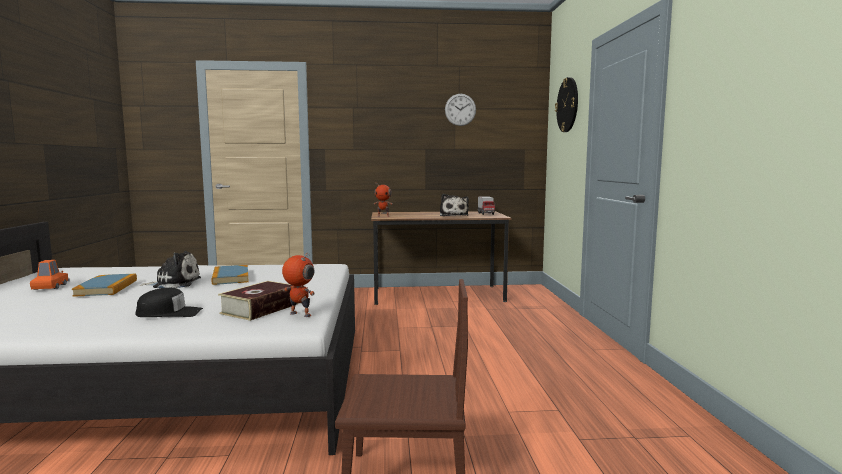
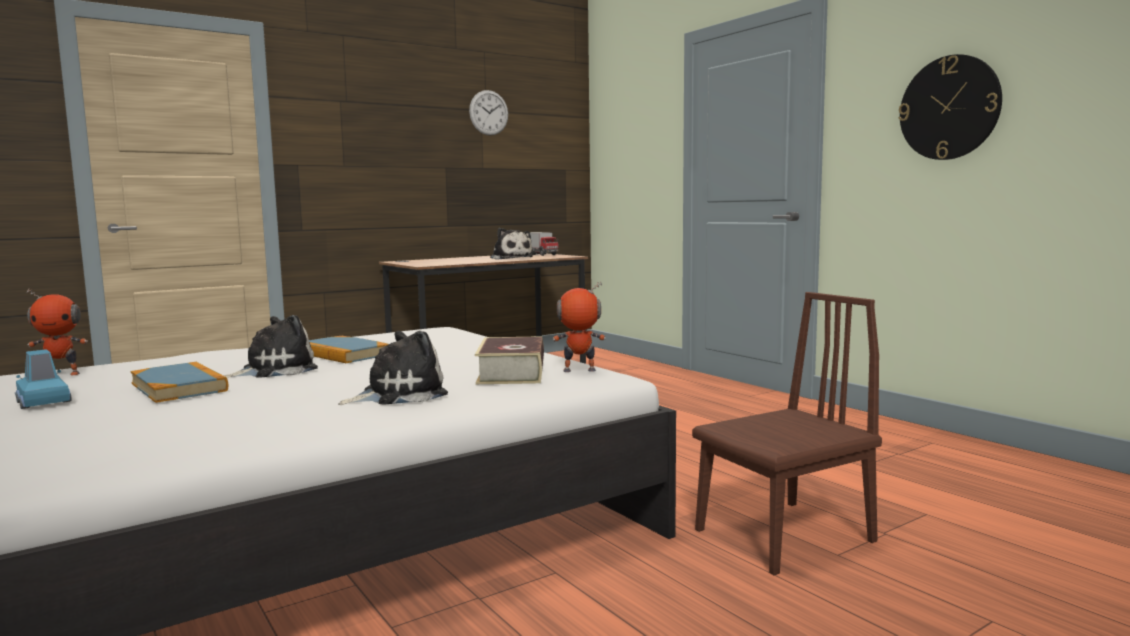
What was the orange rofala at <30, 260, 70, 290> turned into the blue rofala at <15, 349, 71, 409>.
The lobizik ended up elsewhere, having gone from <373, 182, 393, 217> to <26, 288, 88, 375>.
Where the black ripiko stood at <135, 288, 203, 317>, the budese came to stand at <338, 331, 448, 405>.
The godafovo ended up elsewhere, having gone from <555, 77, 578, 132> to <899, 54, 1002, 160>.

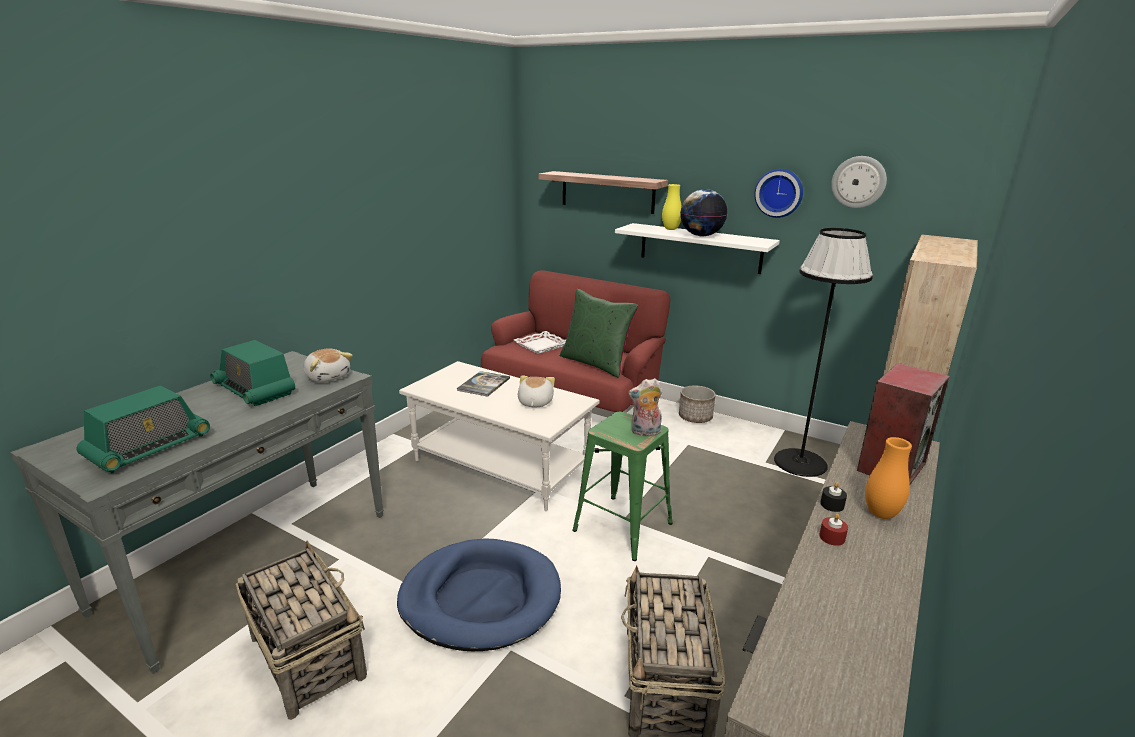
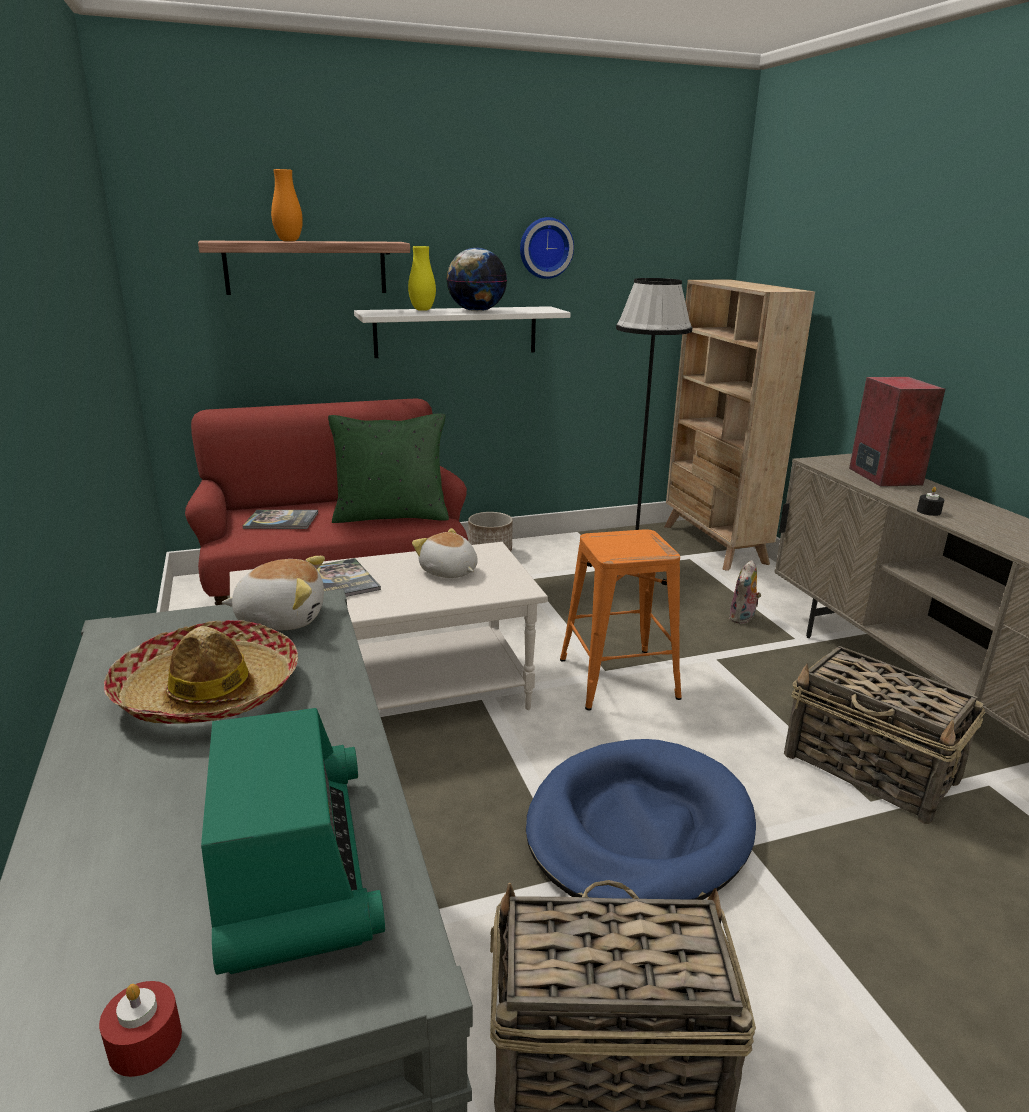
The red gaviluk ended up elsewhere, having gone from <819, 514, 848, 546> to <99, 981, 182, 1077>.
Where the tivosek stood at <210, 340, 295, 406>, the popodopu came to stand at <104, 620, 298, 724>.
Where the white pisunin stood at <514, 331, 566, 354>, the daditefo came to stand at <242, 510, 318, 529>.
The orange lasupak ended up elsewhere, having gone from <865, 437, 912, 519> to <271, 169, 303, 241>.
What was the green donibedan at <572, 412, 673, 561> turned into the orange donibedan at <560, 529, 682, 710>.
The budese ended up elsewhere, having gone from <628, 378, 662, 436> to <729, 560, 761, 624>.
The second view lost the godafovo at <831, 156, 887, 208>.

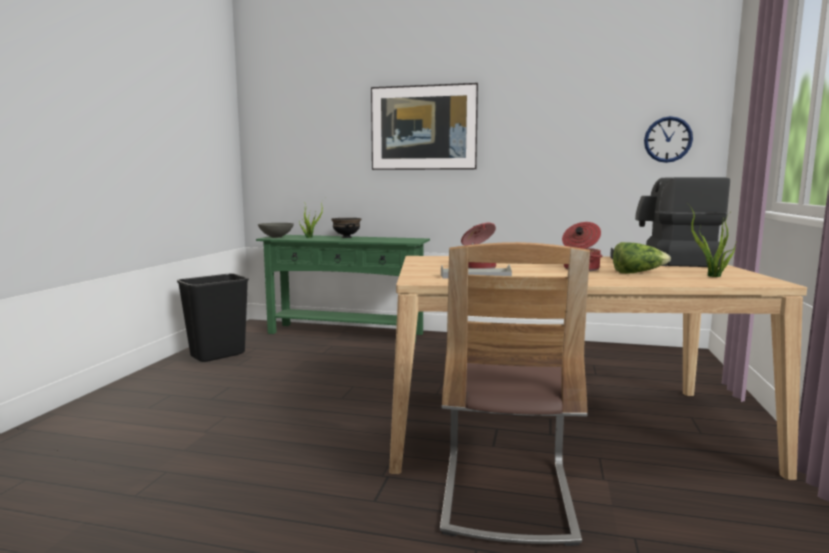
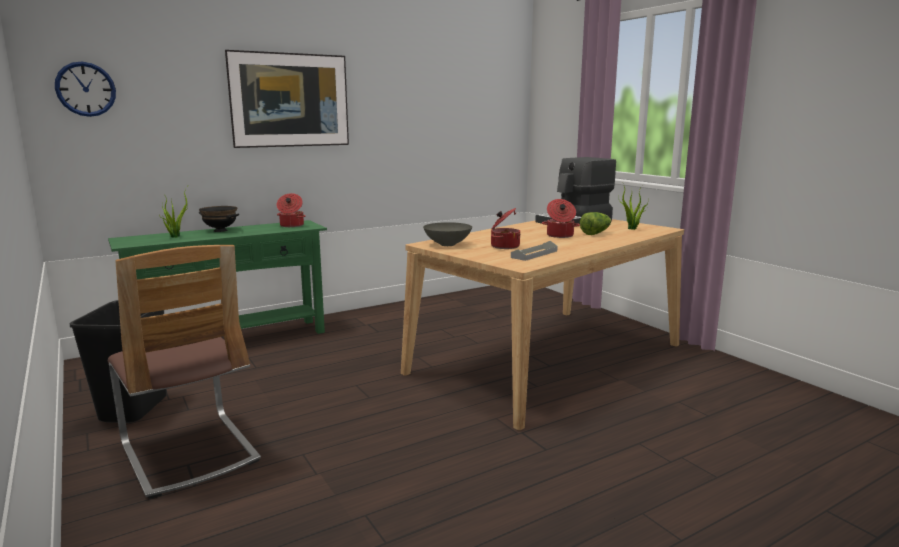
The godafovo ended up elsewhere, having gone from <644, 116, 693, 163> to <55, 61, 116, 117>.
The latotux ended up elsewhere, having gone from <440, 242, 590, 546> to <108, 245, 261, 499>.
The second view gained the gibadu at <277, 193, 306, 227>.
The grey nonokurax ended up elsewhere, having gone from <258, 223, 294, 238> to <423, 222, 472, 246>.

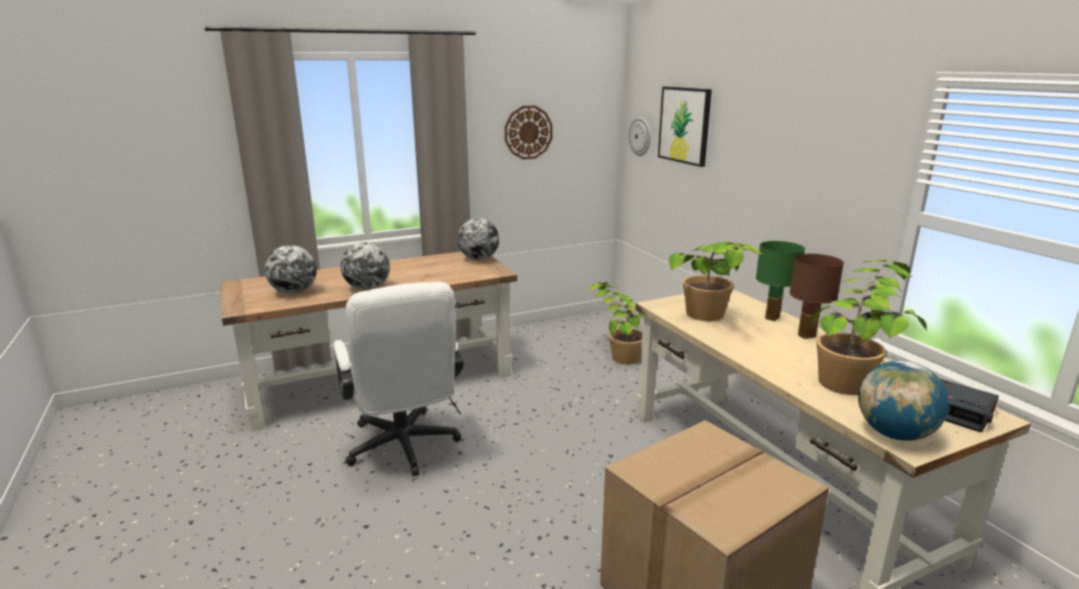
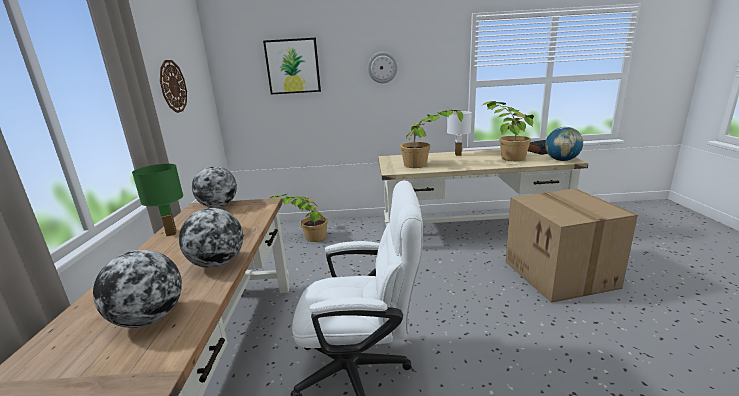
The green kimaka ended up elsewhere, having gone from <756, 241, 805, 321> to <132, 164, 183, 236>.
The godafovo ended up elsewhere, having gone from <629, 117, 651, 156> to <368, 52, 398, 83>.
What was the brown kimaka at <790, 254, 844, 339> turned into the white kimaka at <447, 111, 472, 156>.

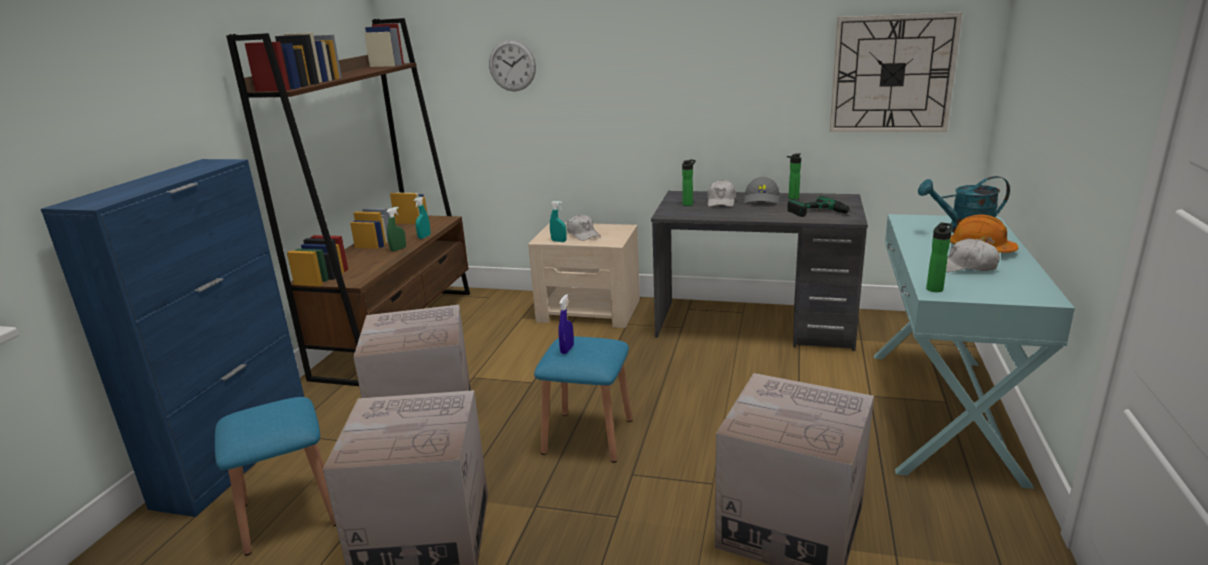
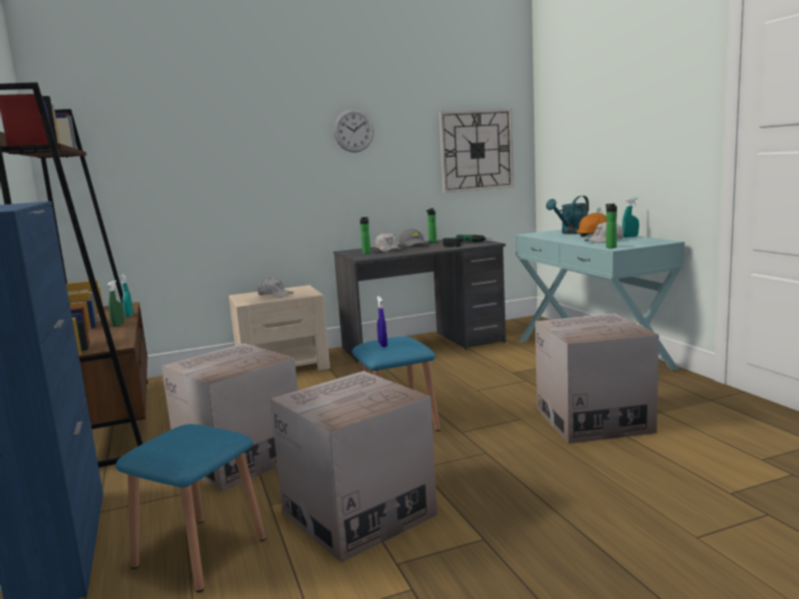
The godafovo ended up elsewhere, having gone from <489, 40, 536, 91> to <334, 109, 374, 152>.
The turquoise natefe ended up elsewhere, having gone from <550, 201, 567, 242> to <622, 197, 639, 238>.

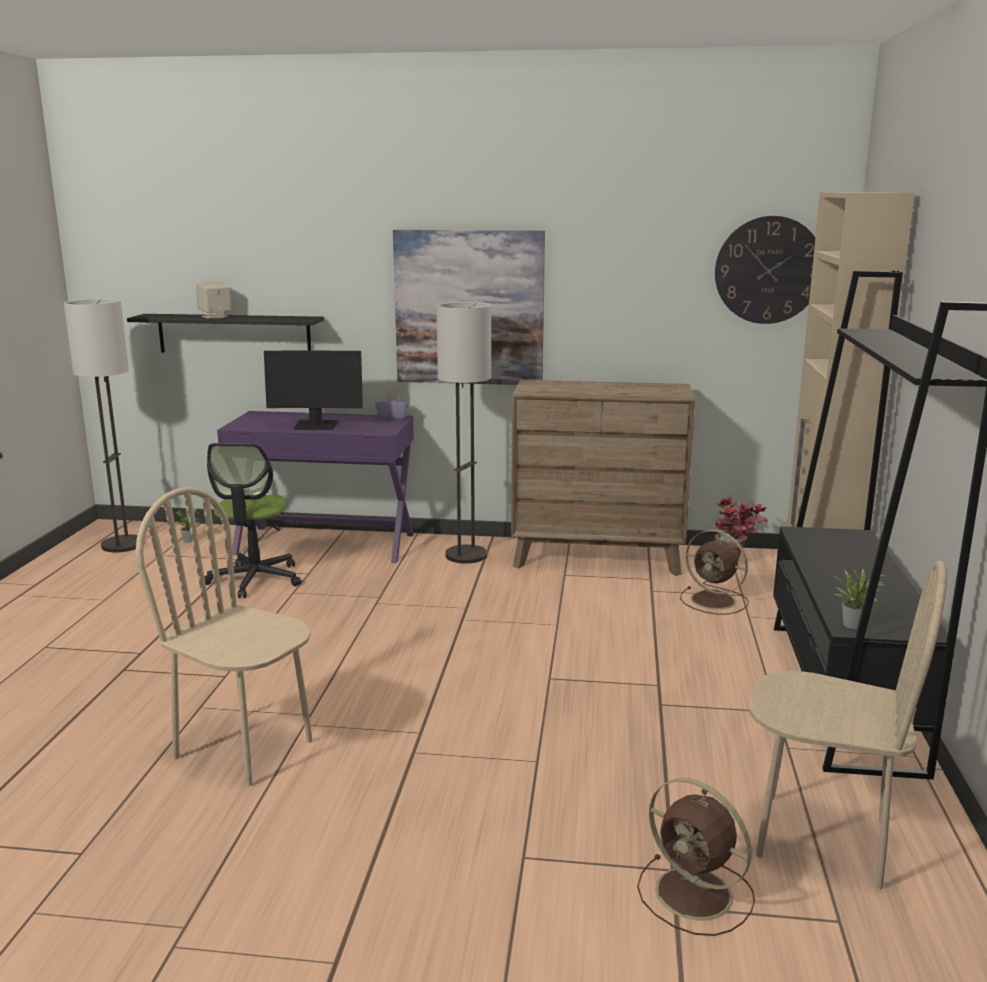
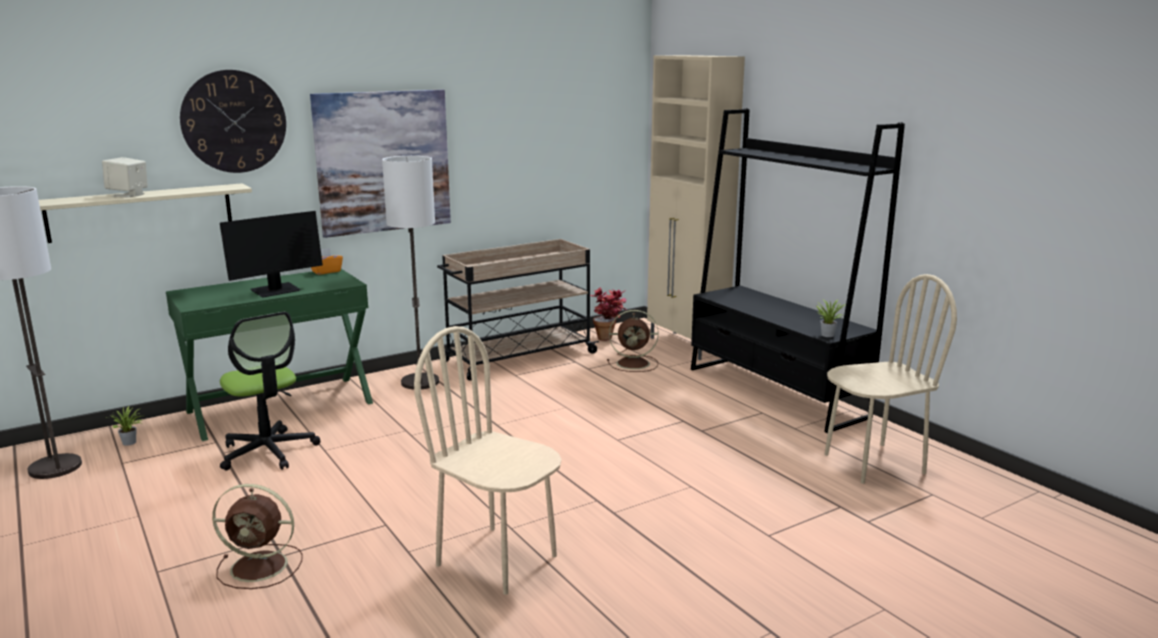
What was the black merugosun at <127, 314, 324, 353> turned into the beige merugosun at <39, 183, 252, 243>.
What was the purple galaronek at <217, 411, 414, 563> turned into the green galaronek at <166, 269, 373, 441>.
The godafovo ended up elsewhere, having gone from <715, 216, 815, 324> to <180, 70, 286, 173>.
The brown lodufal ended up elsewhere, having gone from <637, 778, 755, 936> to <212, 484, 303, 589>.
What was the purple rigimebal at <375, 393, 409, 419> turned into the orange rigimebal at <311, 248, 343, 275>.
The beige latotux at <136, 487, 313, 786> ended up facing another way, 45 degrees clockwise from before.
Where the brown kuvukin stood at <511, 380, 695, 576>, the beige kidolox came to stand at <437, 239, 599, 381>.

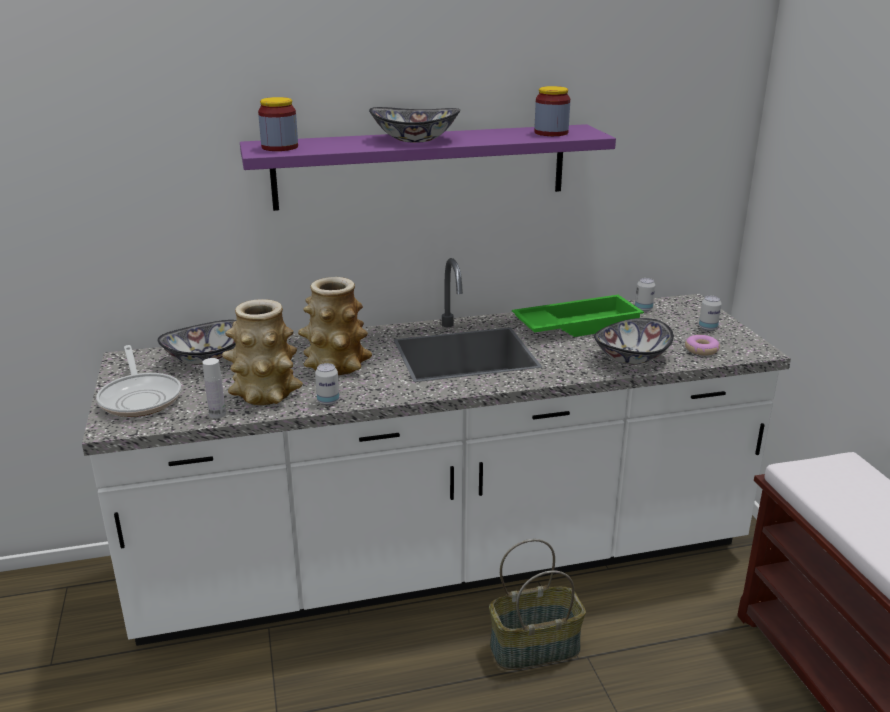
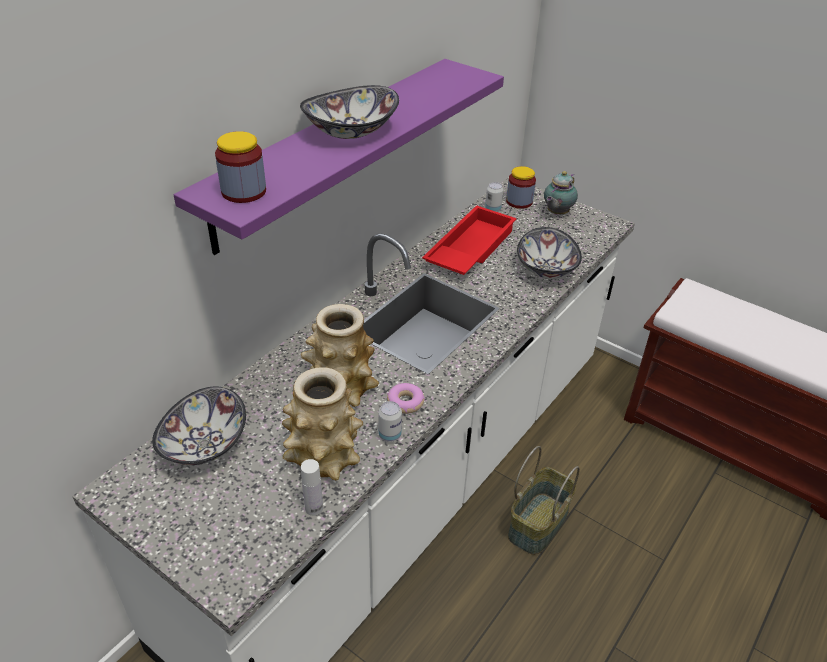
The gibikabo ended up elsewhere, having gone from <685, 335, 720, 356> to <387, 383, 425, 414>.
What was the green pisunin at <512, 295, 644, 337> turned into the red pisunin at <422, 205, 517, 275>.
The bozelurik ended up elsewhere, having gone from <534, 86, 570, 136> to <506, 166, 536, 209>.
Where the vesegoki stood at <699, 296, 721, 331>, the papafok came to stand at <544, 171, 578, 215>.
The second view lost the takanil at <96, 345, 181, 417>.

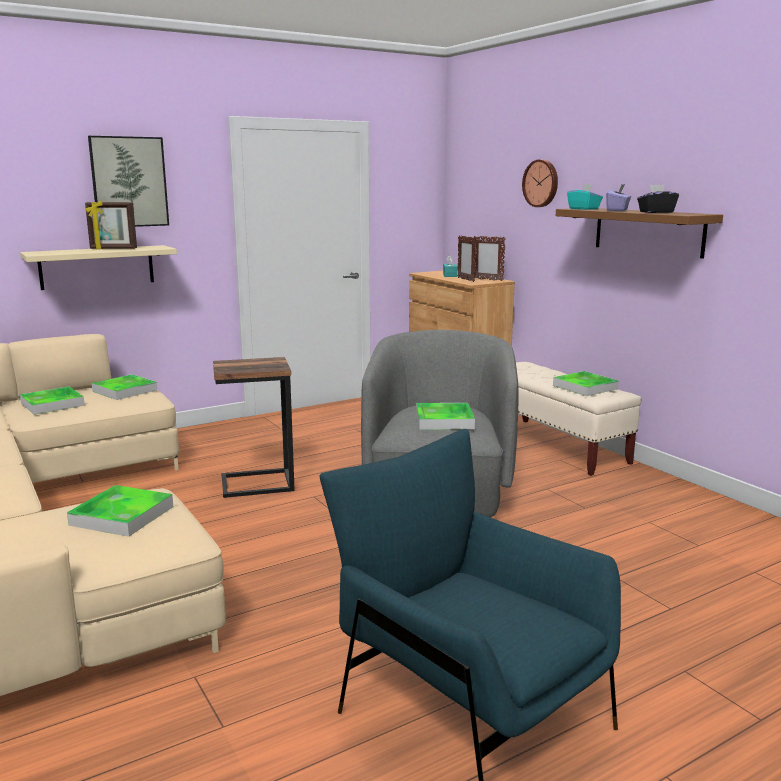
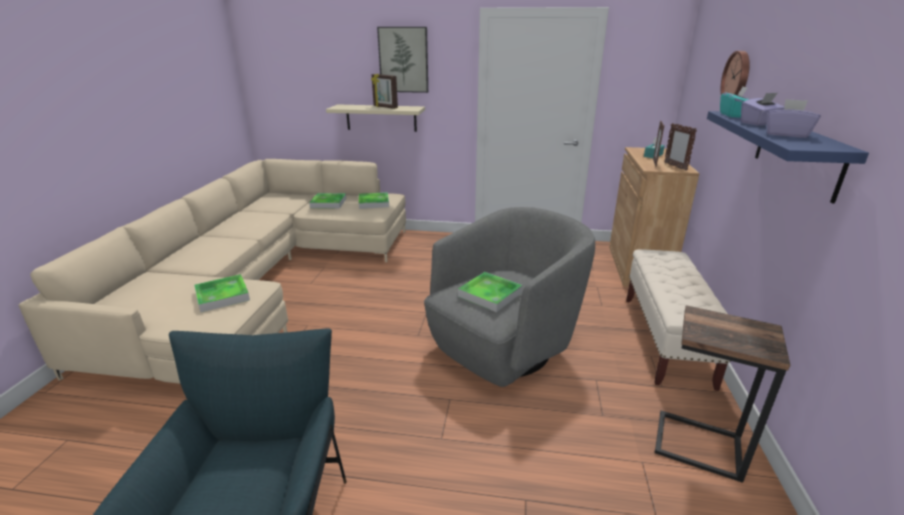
The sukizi ended up elsewhere, having gone from <213, 357, 295, 498> to <655, 305, 790, 483>.
What was the brown merugosun at <556, 208, 723, 258> turned into the blue merugosun at <707, 111, 869, 204>.
What was the black rigimebal at <637, 185, 679, 213> turned into the purple rigimebal at <766, 99, 821, 138>.
The second view lost the pisunin at <553, 371, 619, 396>.

